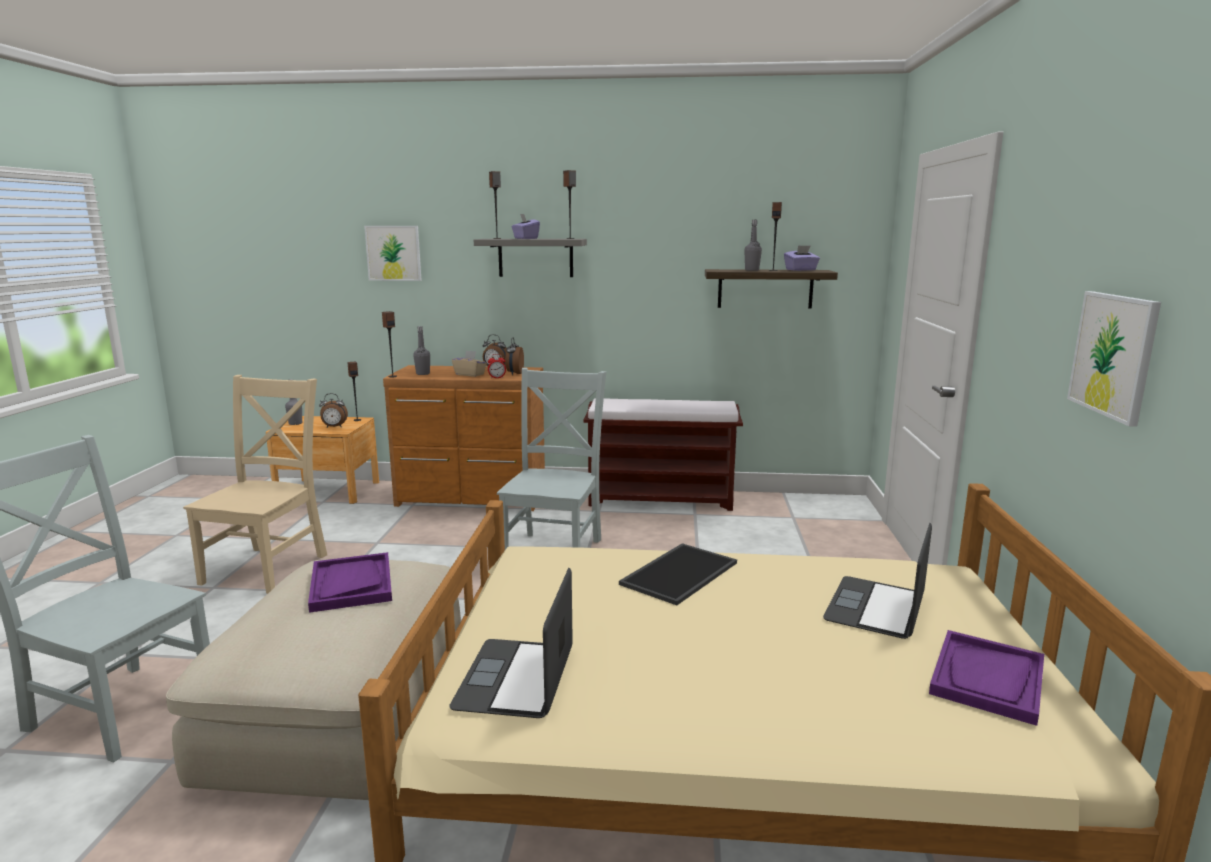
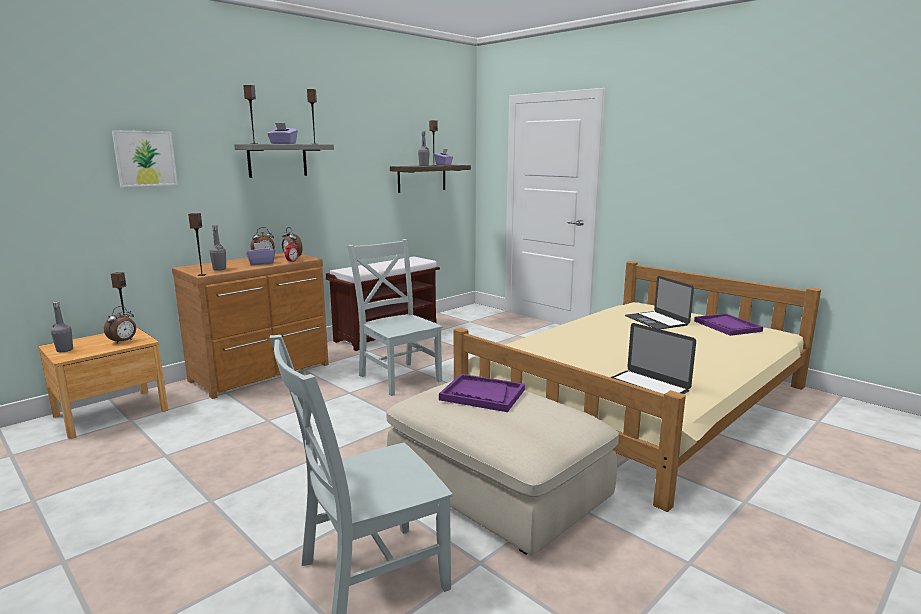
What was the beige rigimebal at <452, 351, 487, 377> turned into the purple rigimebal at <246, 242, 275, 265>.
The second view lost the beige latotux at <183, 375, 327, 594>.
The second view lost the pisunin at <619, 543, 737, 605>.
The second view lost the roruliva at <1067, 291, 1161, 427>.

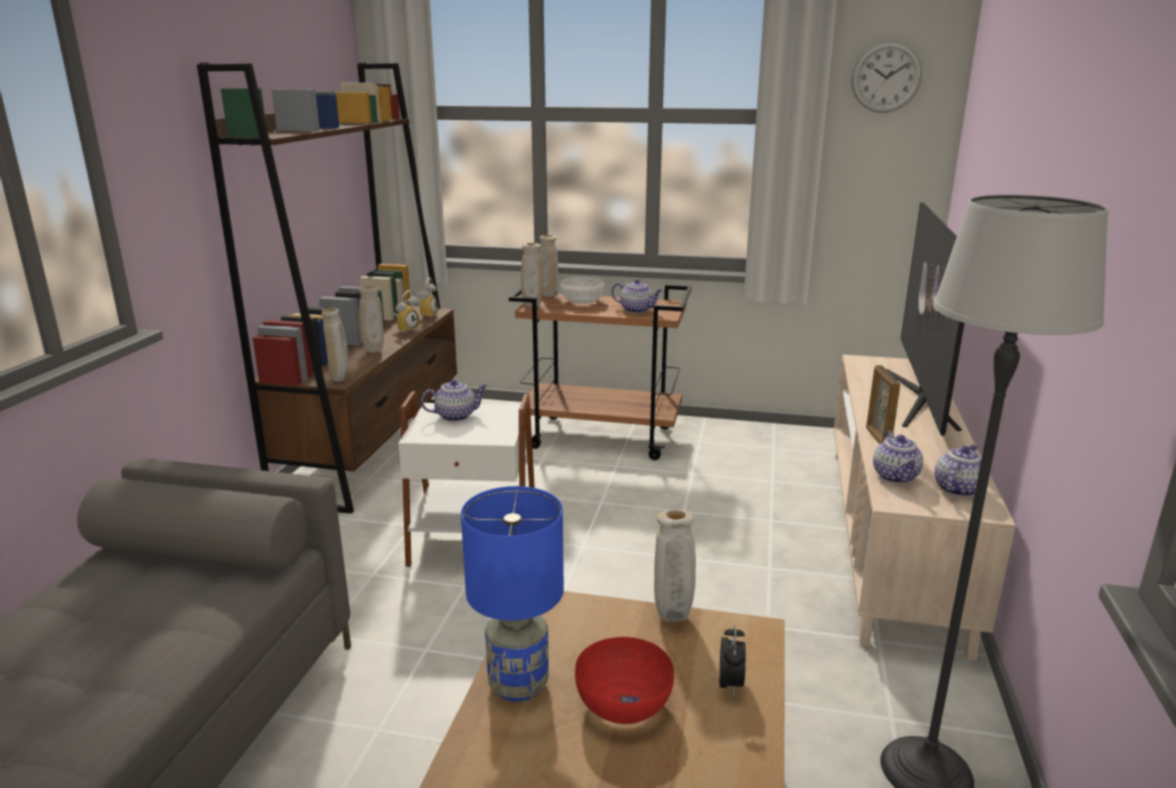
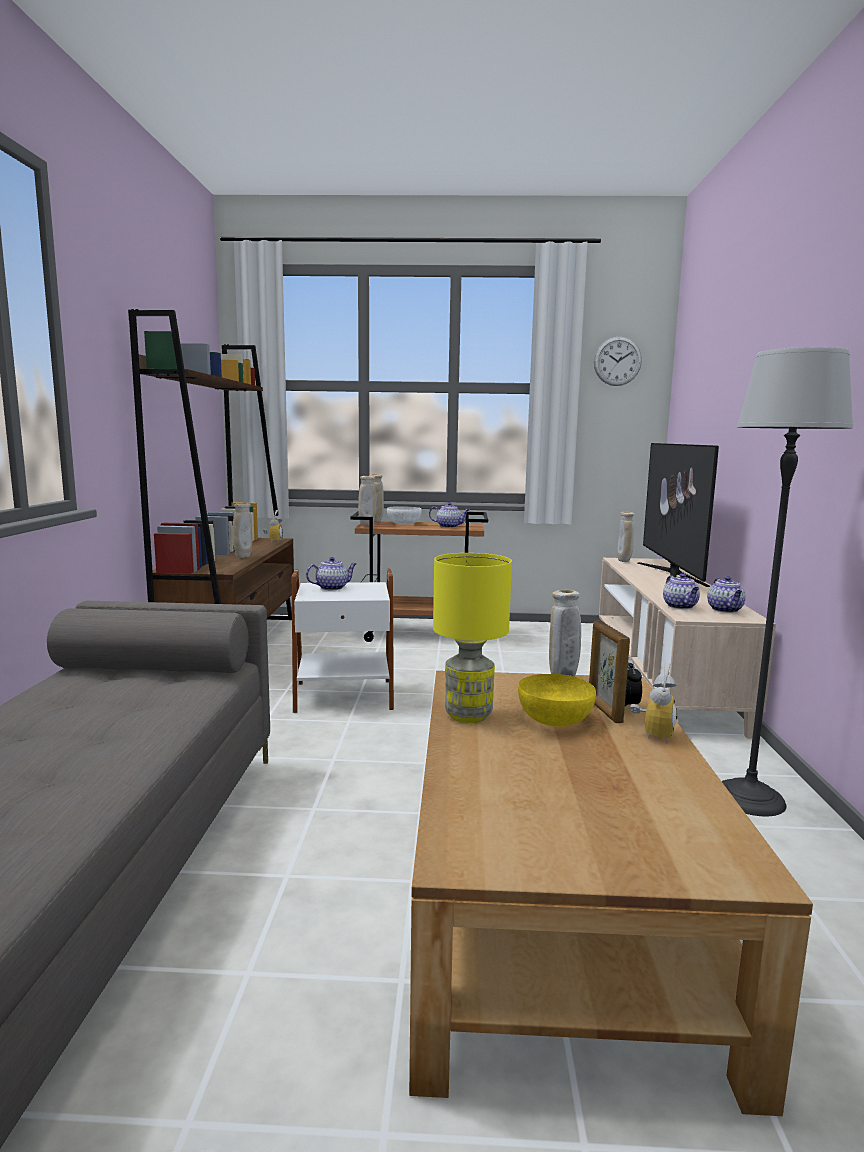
What was the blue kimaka at <461, 486, 564, 702> turned into the yellow kimaka at <433, 553, 512, 723>.
What was the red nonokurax at <575, 637, 674, 724> turned into the yellow nonokurax at <518, 674, 596, 727>.
The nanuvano ended up elsewhere, having gone from <866, 365, 900, 444> to <589, 621, 630, 723>.
The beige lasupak ended up elsewhere, having gone from <322, 308, 348, 382> to <617, 512, 634, 562>.
The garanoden ended up elsewhere, having gone from <393, 290, 420, 333> to <630, 663, 677, 743>.
The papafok at <935, 445, 982, 497> ended up facing another way, 150 degrees clockwise from before.

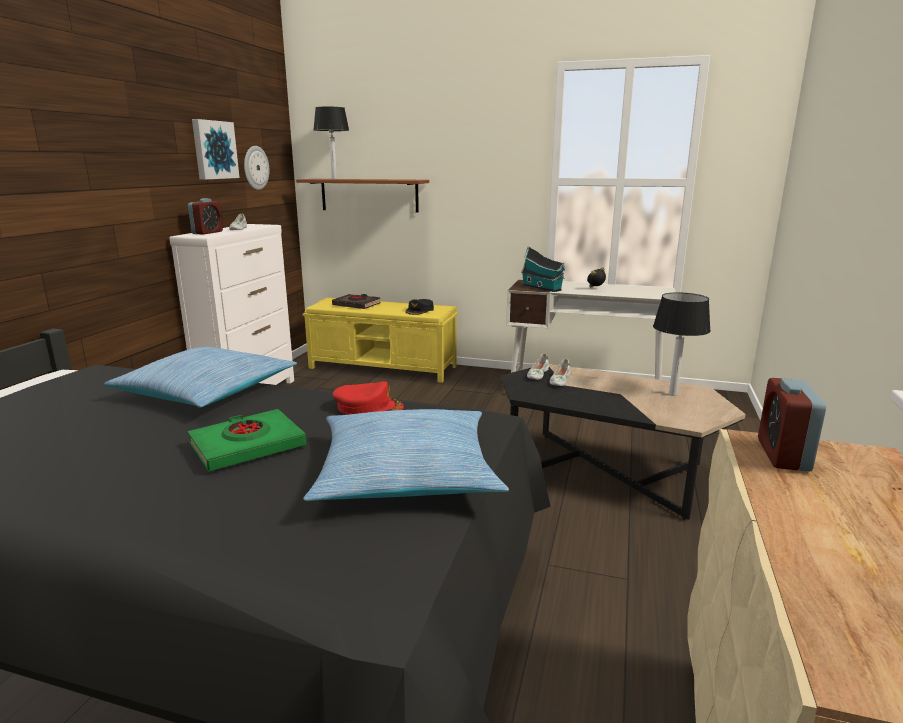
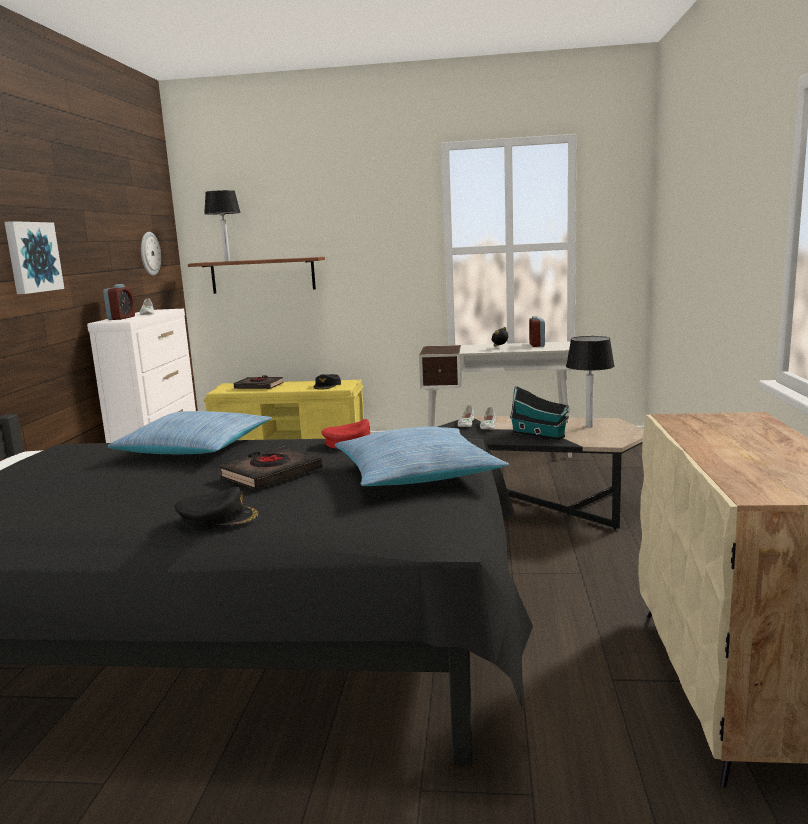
The roruliva ended up elsewhere, having gone from <192, 119, 240, 180> to <4, 221, 64, 294>.
The second view gained the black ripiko at <175, 487, 261, 530>.
What was the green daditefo at <188, 409, 306, 472> turned into the black daditefo at <219, 446, 323, 489>.
The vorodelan ended up elsewhere, having gone from <521, 246, 565, 292> to <510, 386, 569, 440>.
The garanoden ended up elsewhere, having gone from <758, 378, 826, 472> to <529, 316, 545, 347>.

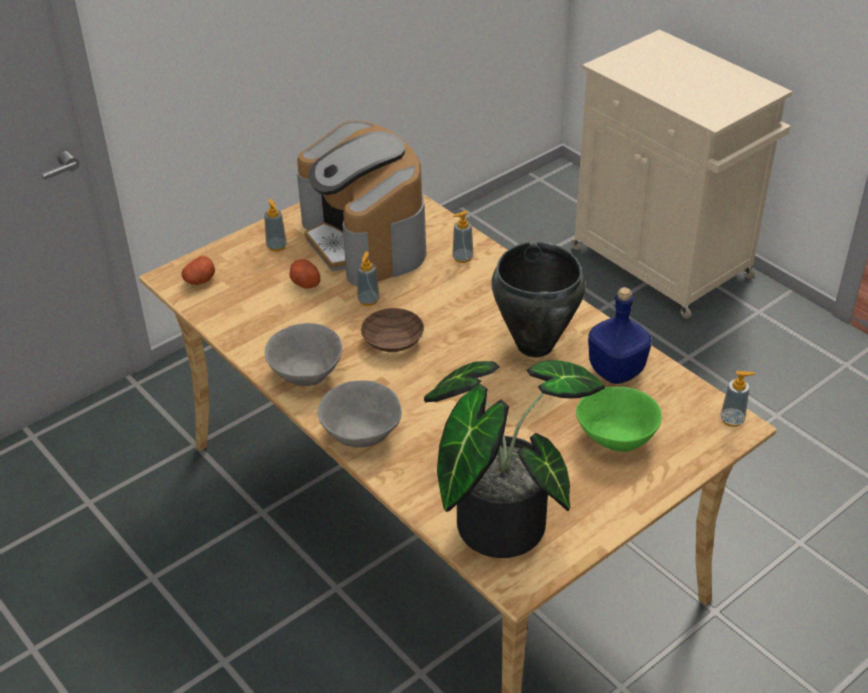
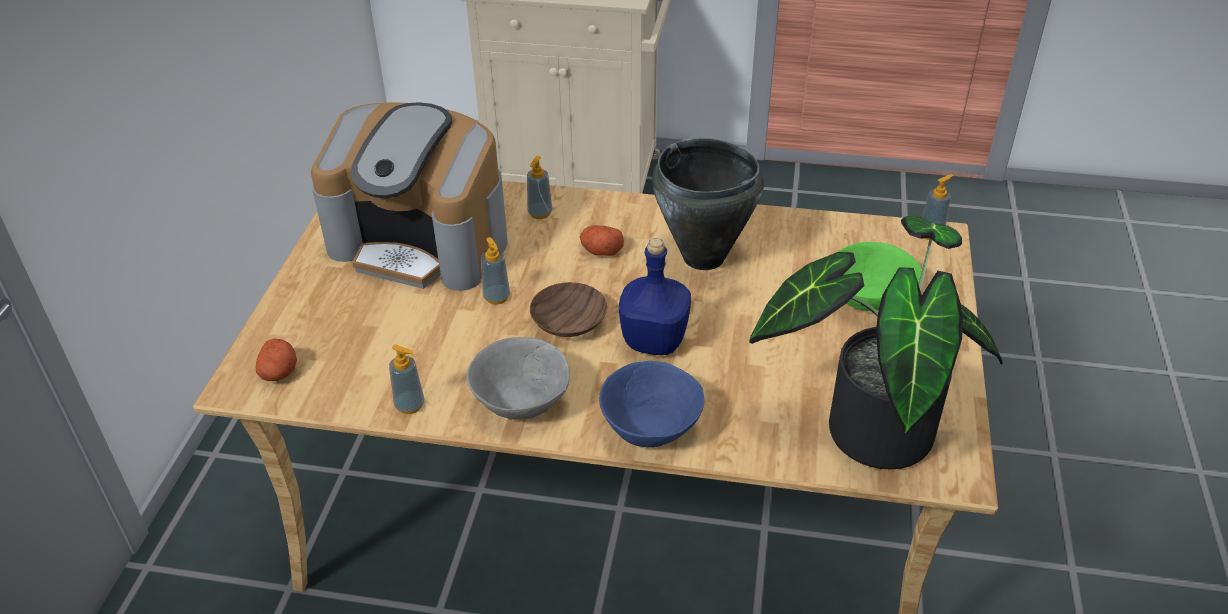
The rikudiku ended up elsewhere, having gone from <264, 199, 287, 252> to <389, 345, 424, 414>.
The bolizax ended up elsewhere, having gone from <290, 259, 320, 289> to <580, 225, 624, 256>.
What was the grey nonokurax at <318, 380, 402, 448> turned into the blue nonokurax at <599, 361, 704, 447>.
The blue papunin ended up elsewhere, having gone from <588, 287, 652, 384> to <619, 238, 691, 355>.

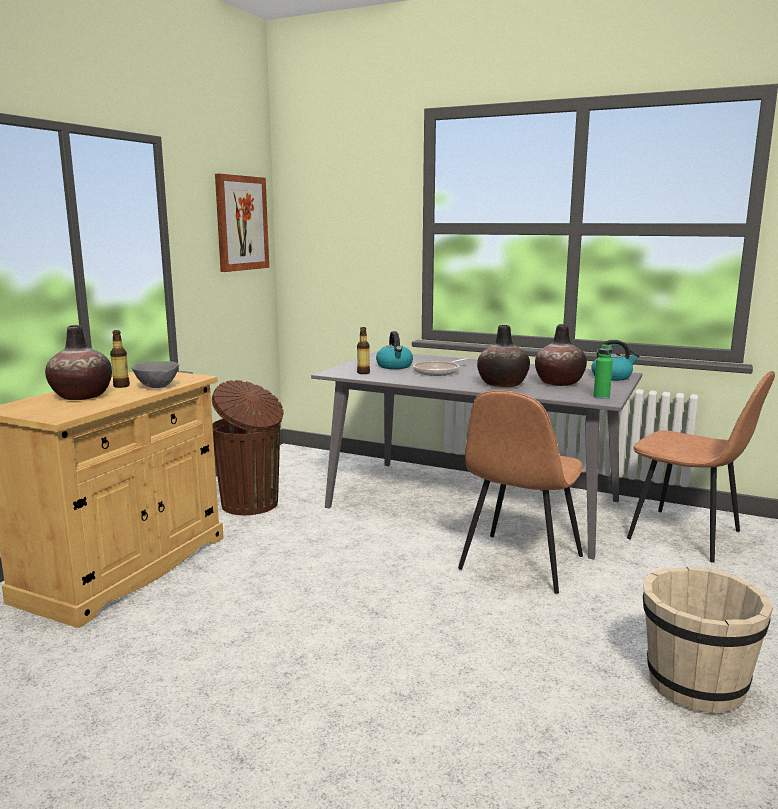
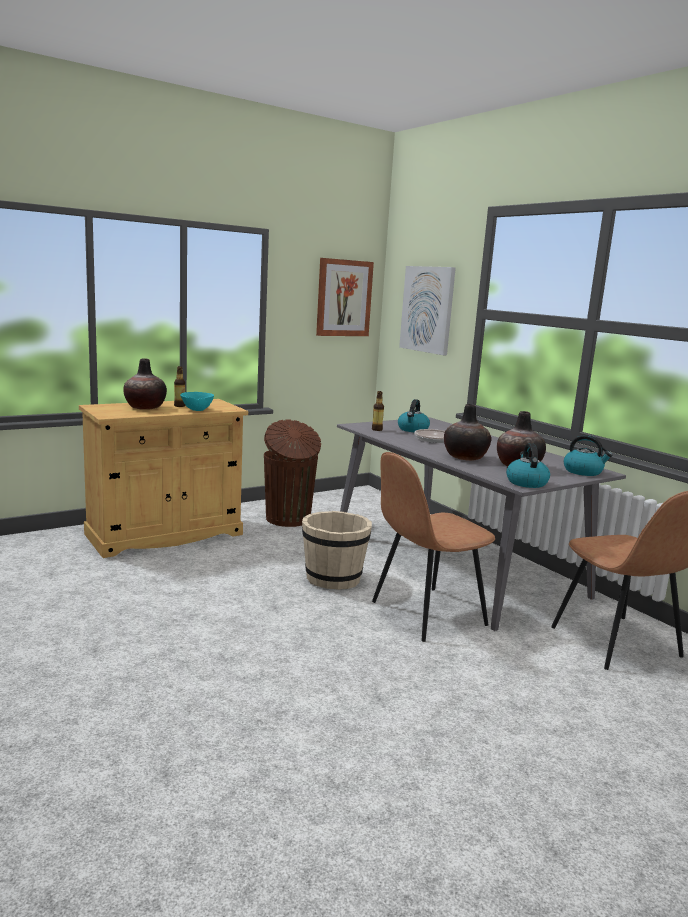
What was the grey nonokurax at <132, 361, 179, 388> turned into the turquoise nonokurax at <180, 392, 214, 411>.
The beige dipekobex ended up elsewhere, having gone from <643, 567, 773, 713> to <302, 511, 372, 590>.
The second view gained the roruliva at <399, 266, 456, 355>.
Where the green papunin stood at <593, 344, 613, 399>, the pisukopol came to stand at <506, 443, 550, 488>.

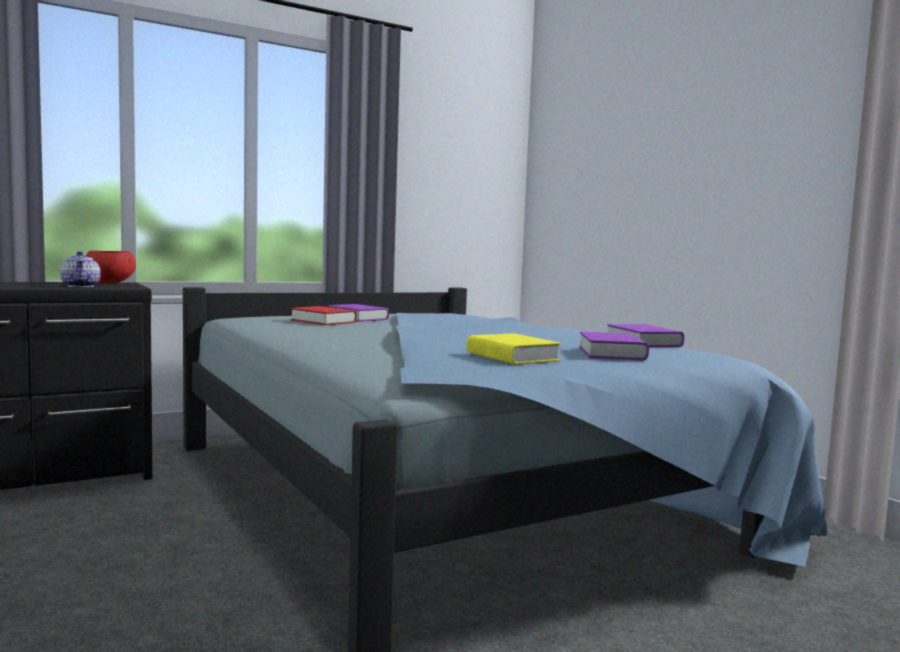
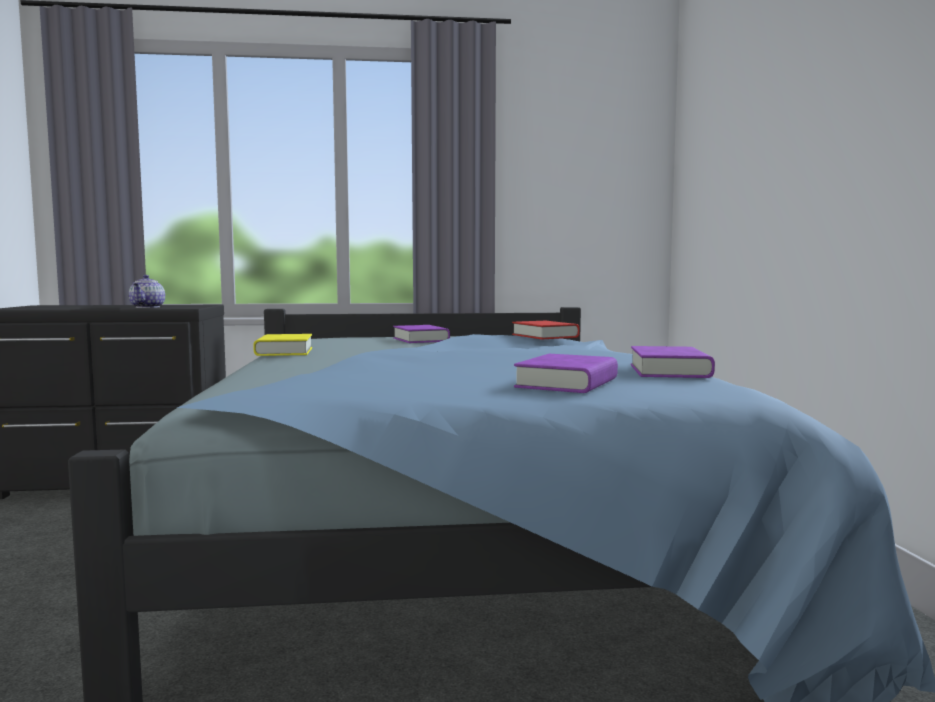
The yellow daditefo ended up elsewhere, having gone from <467, 333, 561, 364> to <253, 334, 312, 356>.
The red daditefo ended up elsewhere, having gone from <290, 306, 357, 325> to <512, 321, 580, 339>.
The second view lost the red nonokurax at <86, 251, 136, 284>.

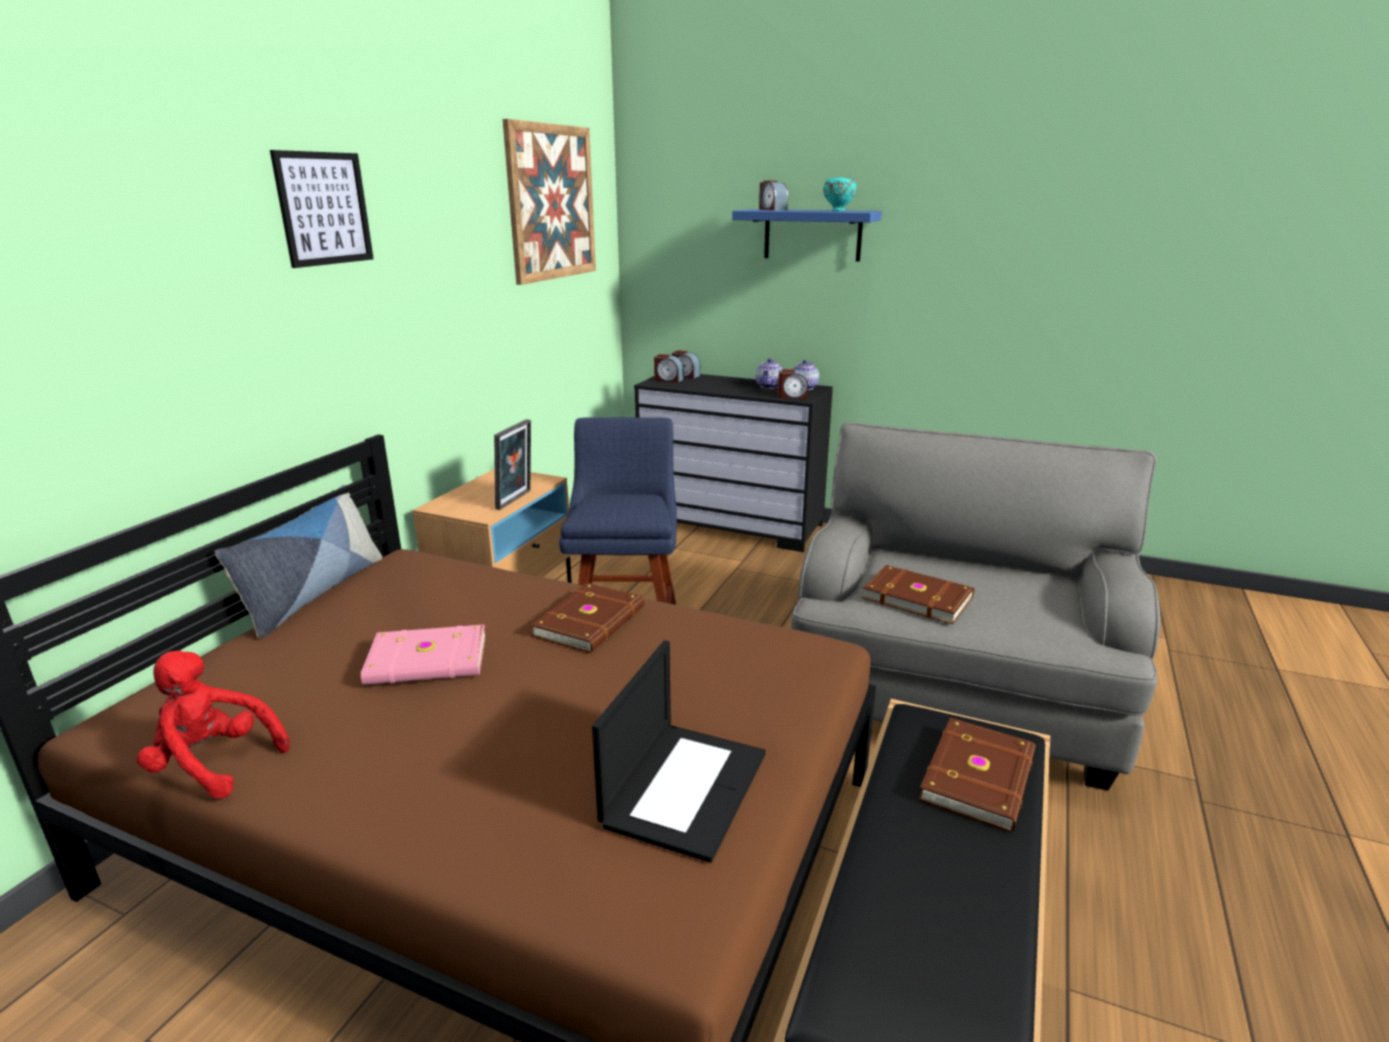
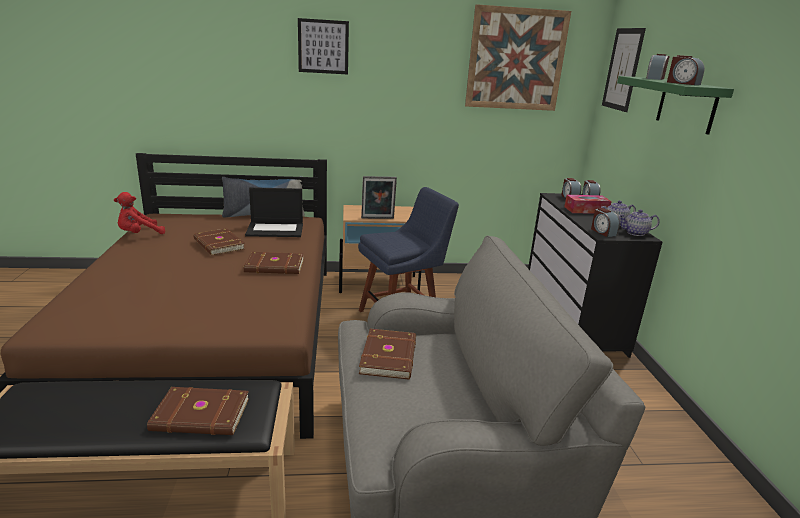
The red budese at <137, 650, 290, 799> ended up facing another way, 120 degrees counterclockwise from before.
What was the pink daditefo at <361, 624, 486, 685> turned into the brown daditefo at <193, 228, 245, 255>.
The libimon ended up elsewhere, having gone from <592, 640, 766, 863> to <245, 187, 303, 237>.
The second view gained the rigimebal at <564, 195, 612, 214>.
The second view gained the roruliva at <602, 28, 646, 112>.
What was the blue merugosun at <732, 209, 882, 262> turned into the green merugosun at <617, 76, 734, 135>.
Where the turquoise nonokurax stood at <823, 177, 857, 211>, the garanoden came to stand at <667, 55, 705, 85>.

